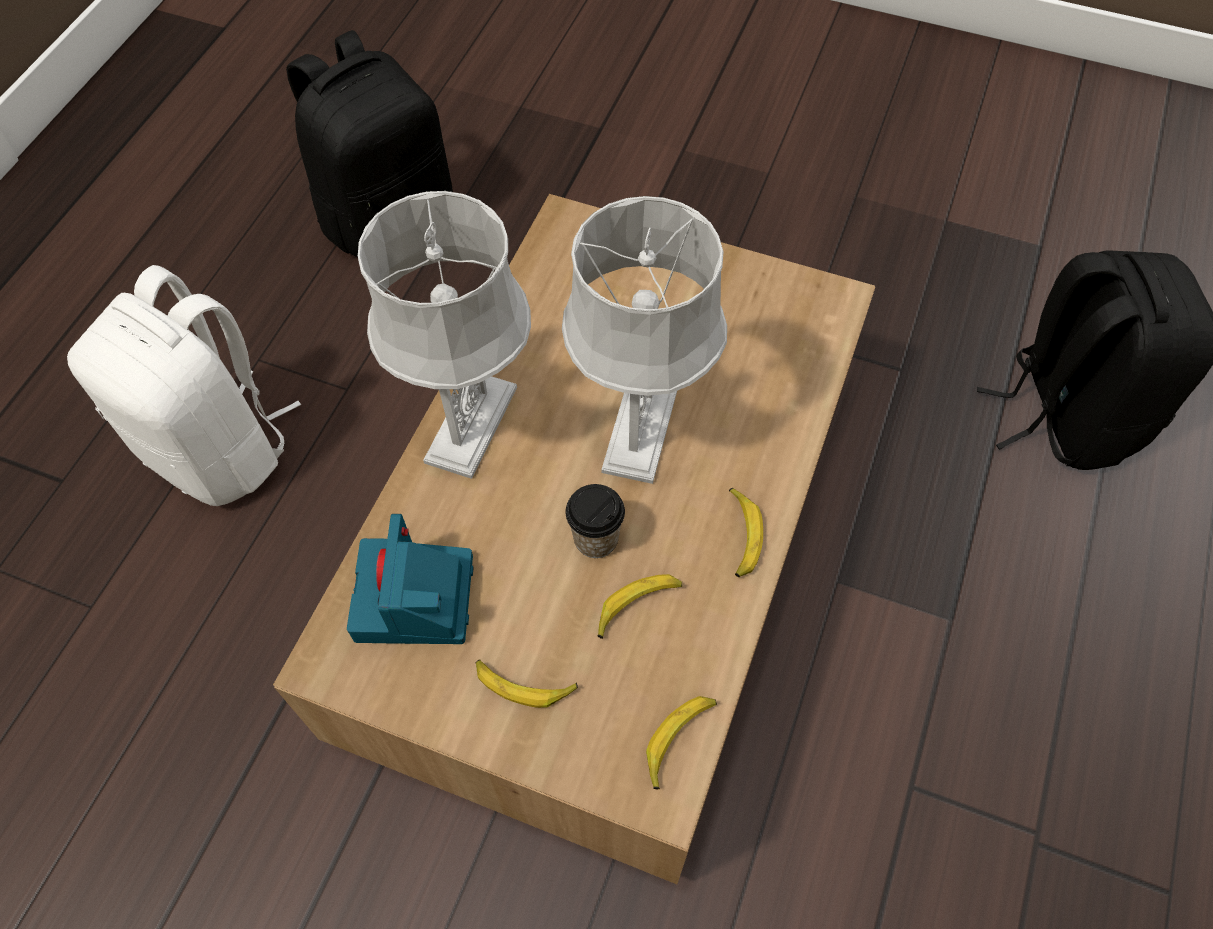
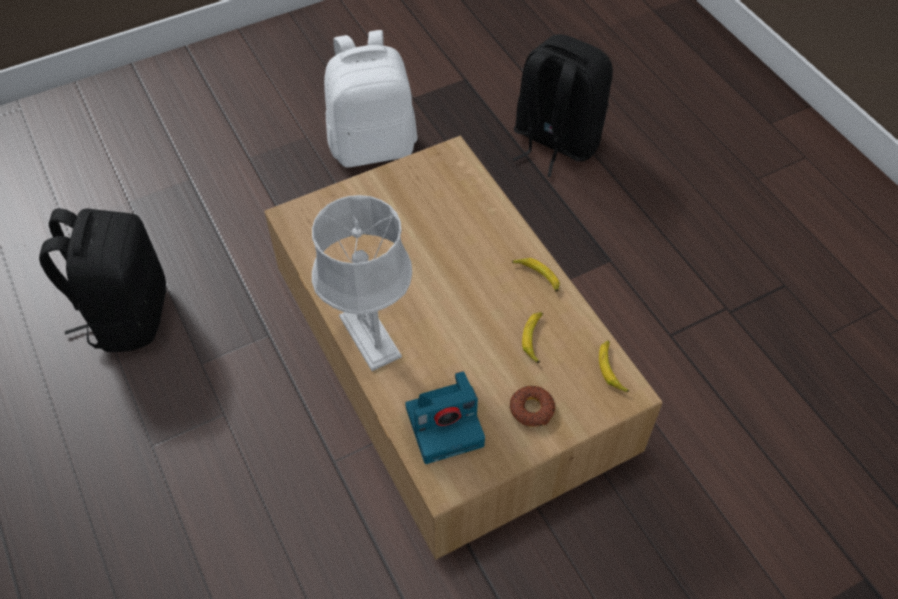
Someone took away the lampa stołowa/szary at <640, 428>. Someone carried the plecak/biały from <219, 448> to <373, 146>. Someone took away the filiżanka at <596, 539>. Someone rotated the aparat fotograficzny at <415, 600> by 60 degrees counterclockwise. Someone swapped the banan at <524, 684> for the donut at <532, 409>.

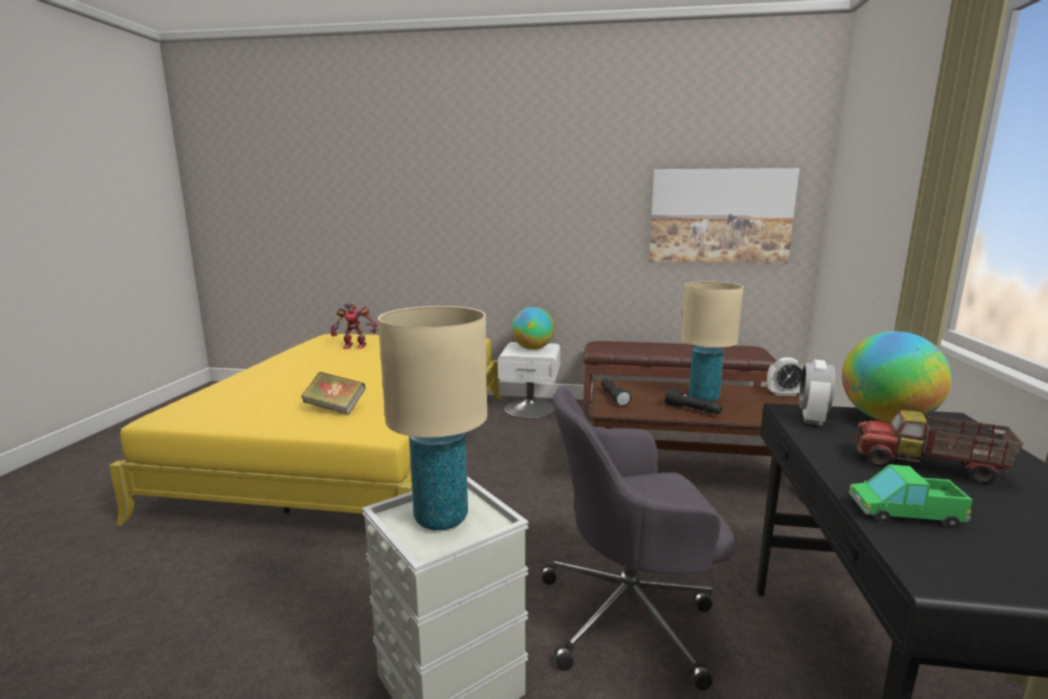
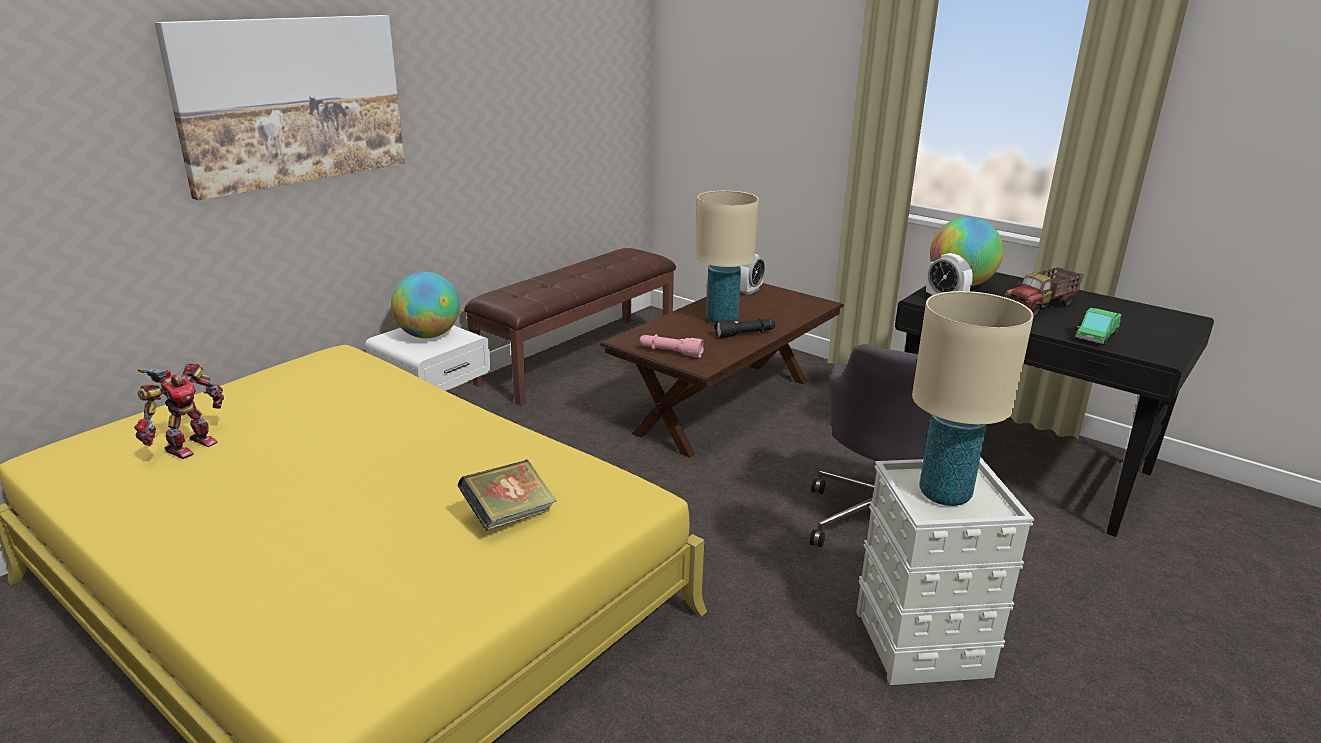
Someone carried the obraz from <720, 216> to <292, 101>. Someone repainted the latarka/czarny at <613, 397>, which became the latarka/różowy at <670, 352>.

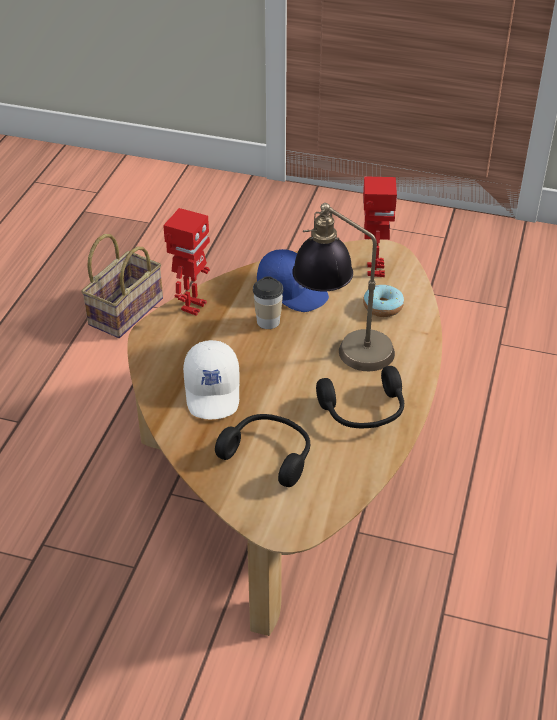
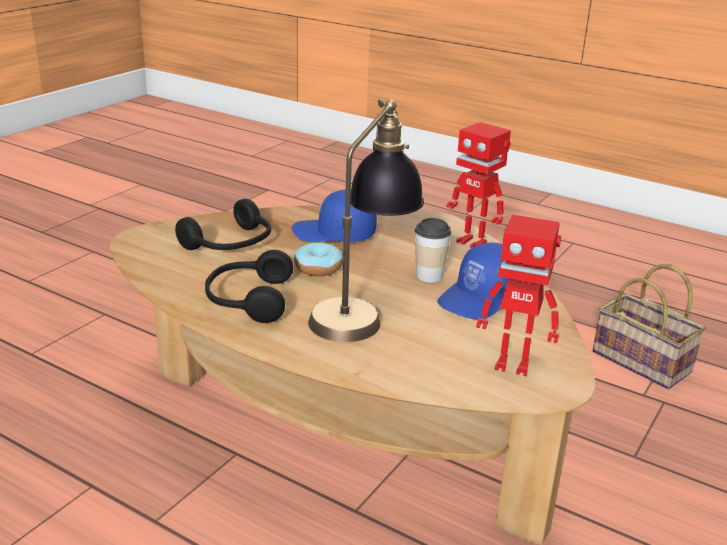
Someone carried the donut from <383, 307> to <318, 268>. Someone repainted the czapka z daszkiem/biały at <213, 391>, which became the czapka z daszkiem/niebieski at <334, 234>.

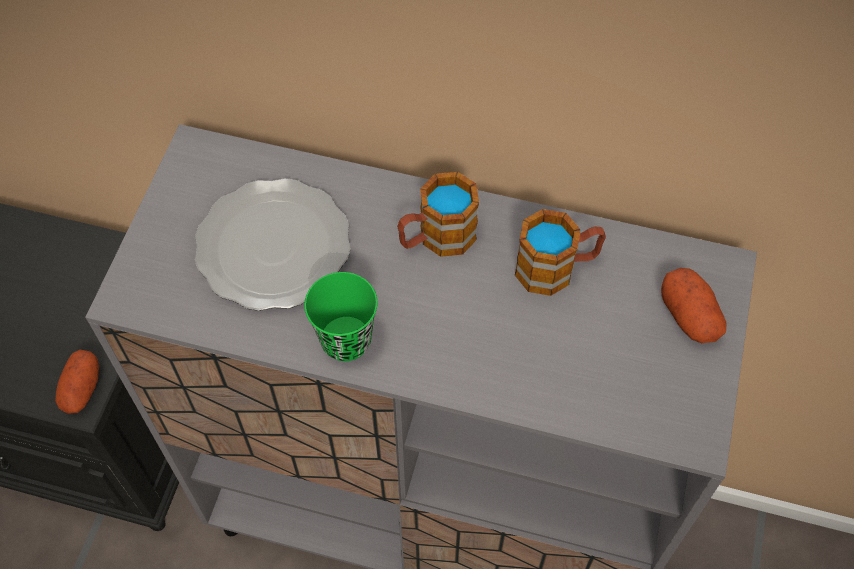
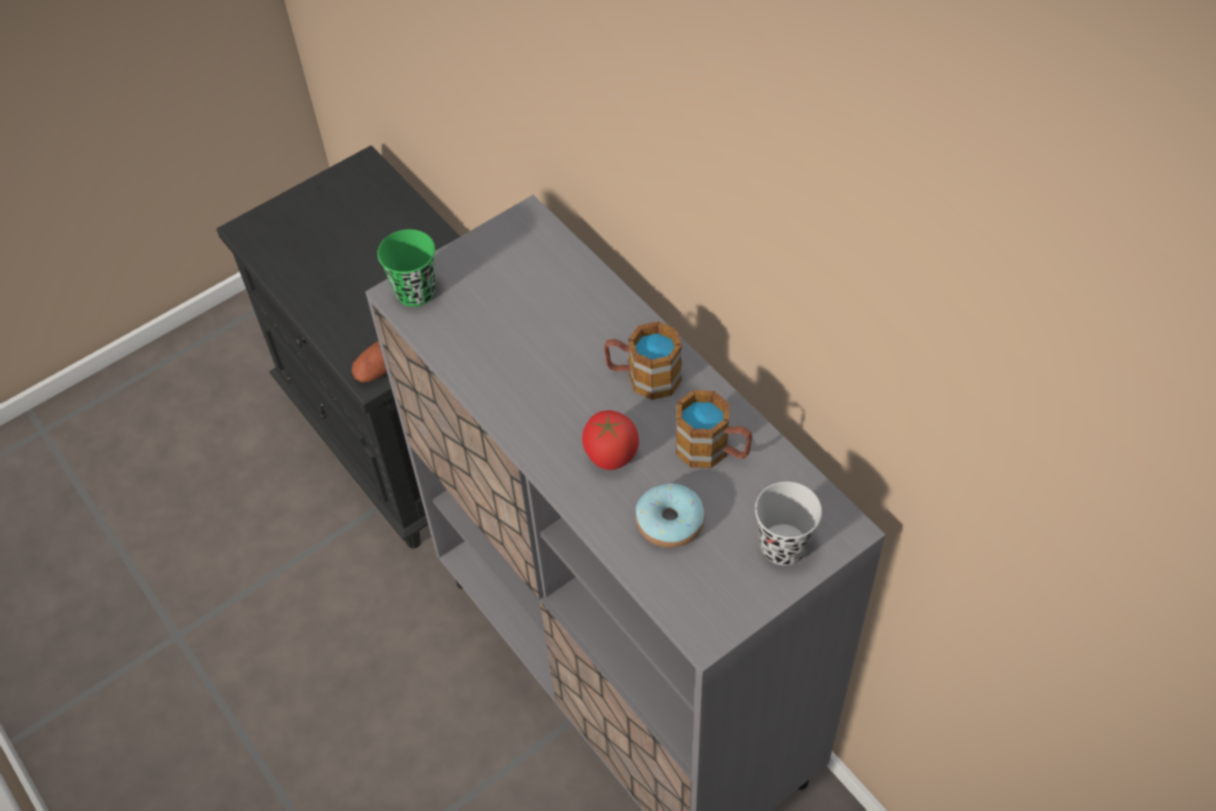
Someone took away the talerz at <273, 245>. Someone swapped the ziemniak at <689, 316> for the filiżanka/czarny at <783, 546>. Someone carried the filiżanka/zielony from <346, 340> to <415, 292>. Someone put down the pomidor at <610, 455>. Someone put down the donut at <669, 522>.

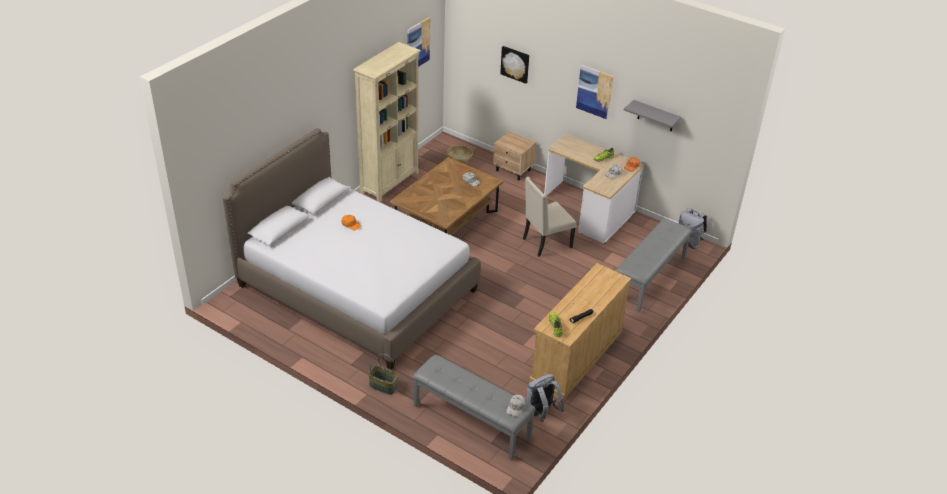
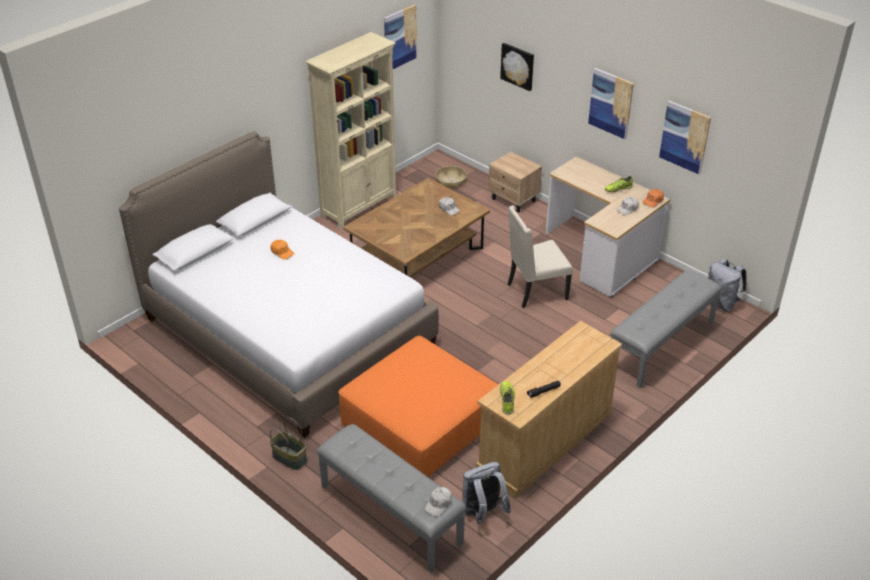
Someone swapped the półka/szary at <655, 116> for the obraz at <685, 137>. Someone put down the pufa/pomarańczowy at <420, 421>.

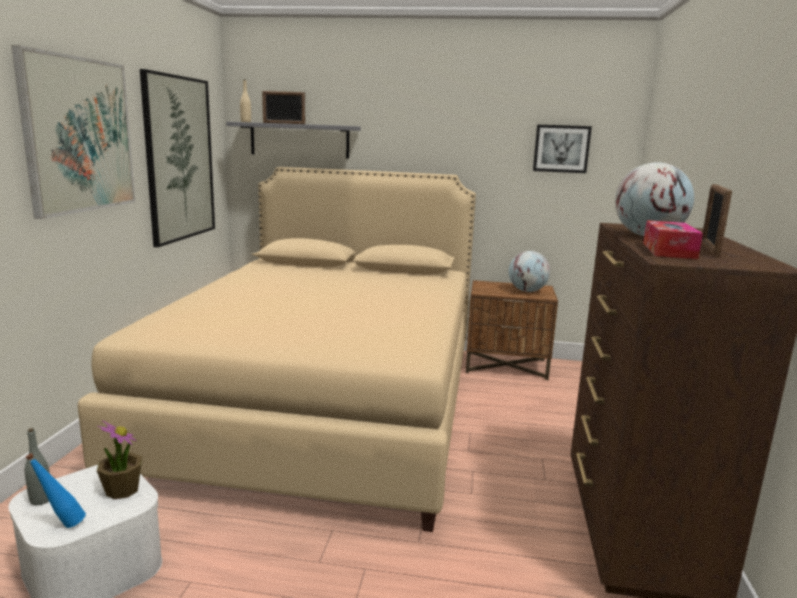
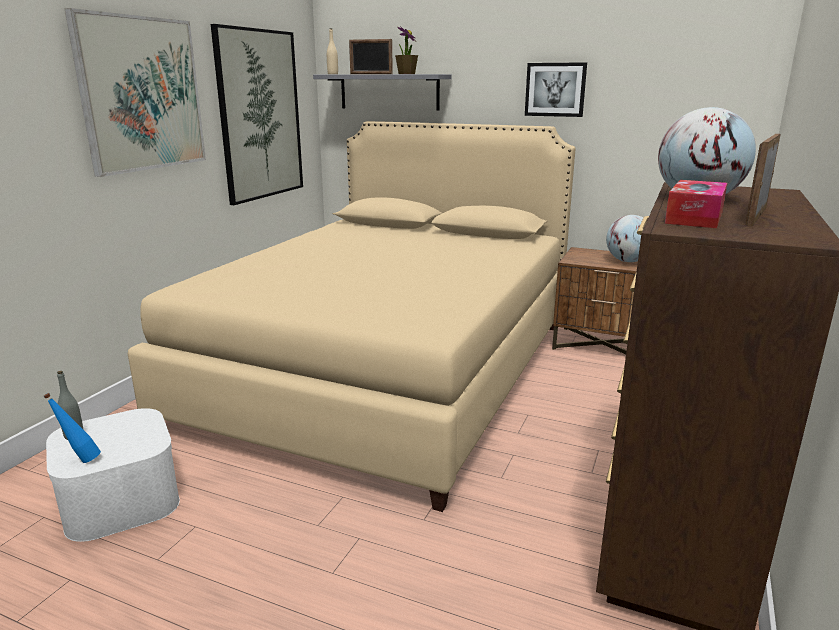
Someone carried the obraz from <561, 148> to <555, 89>. Someone carried the roślina doniczkowa from <122, 490> to <406, 74>.

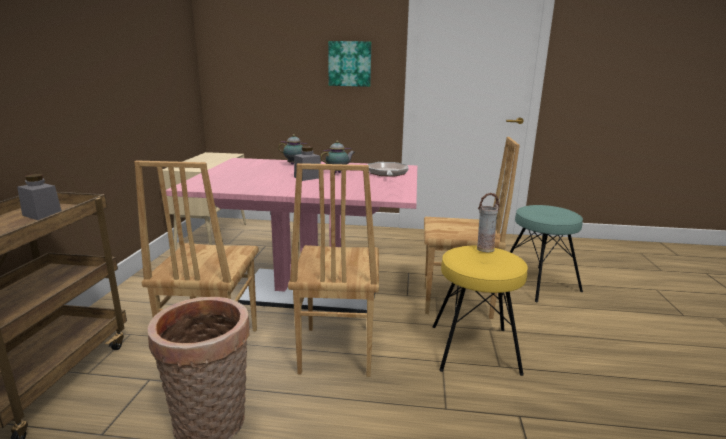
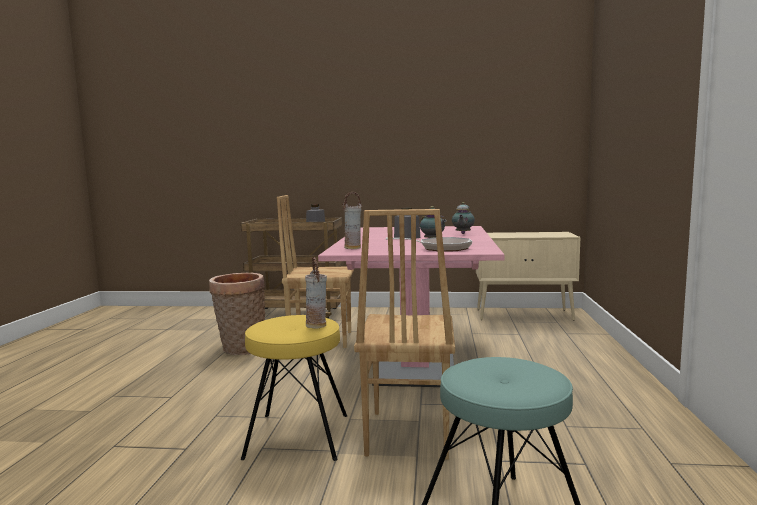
Someone took away the obraz at <350, 64>. Someone took away the krzesło/brązowy at <335, 351>. Someone put down the wazon at <353, 248>.

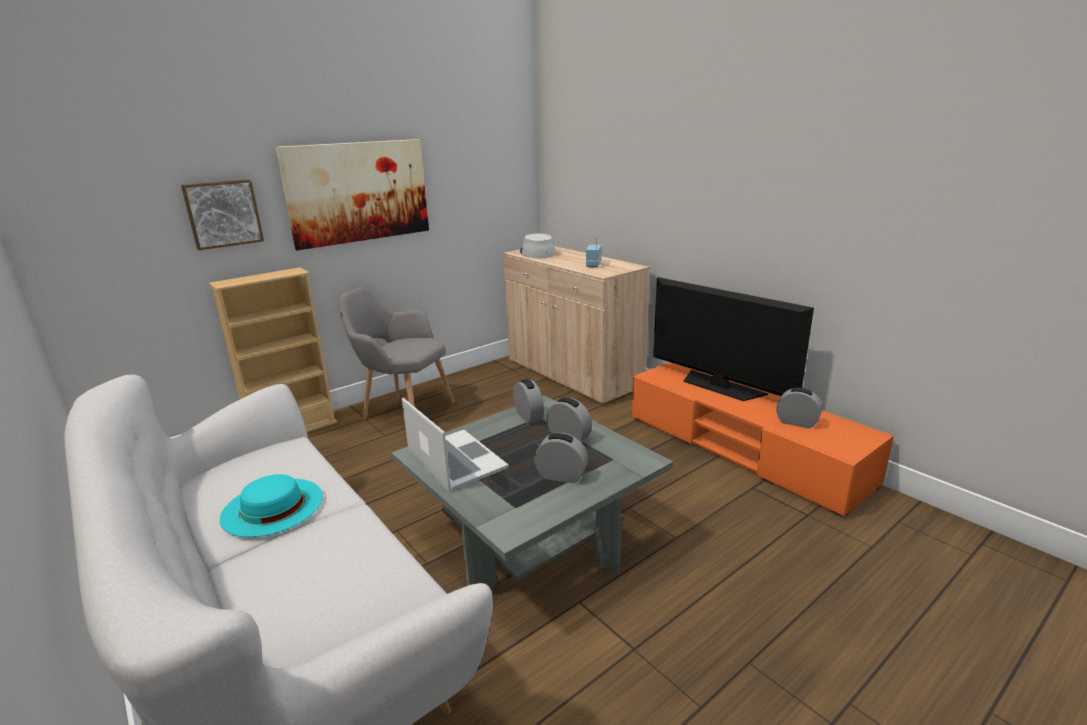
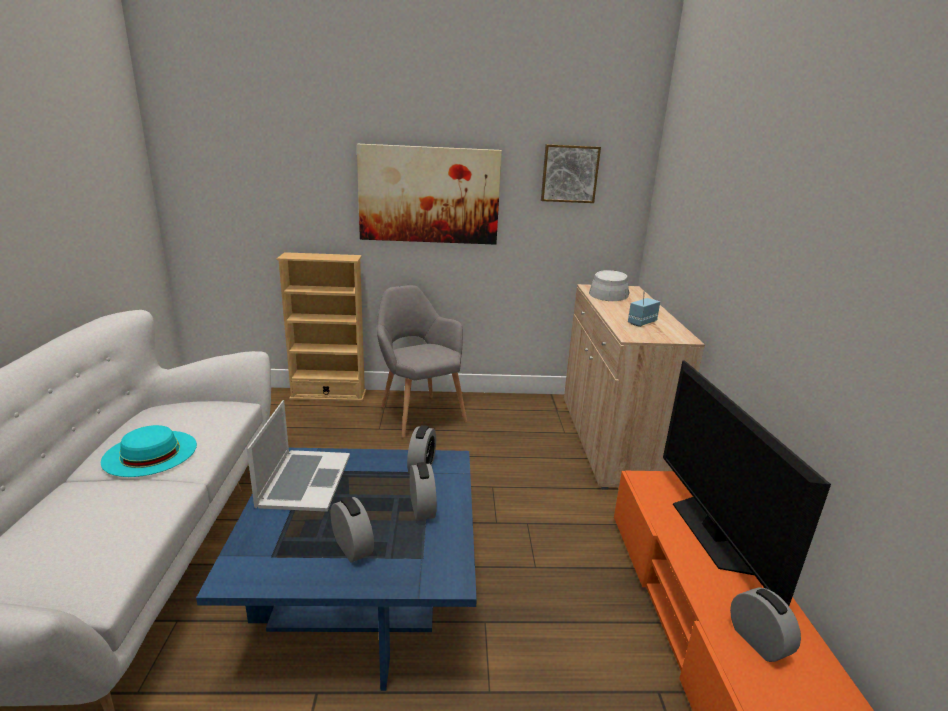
Someone carried the obraz from <223, 214> to <569, 173>. Someone repainted the ława/szary at <532, 538>, which became the ława/niebieski at <363, 595>.

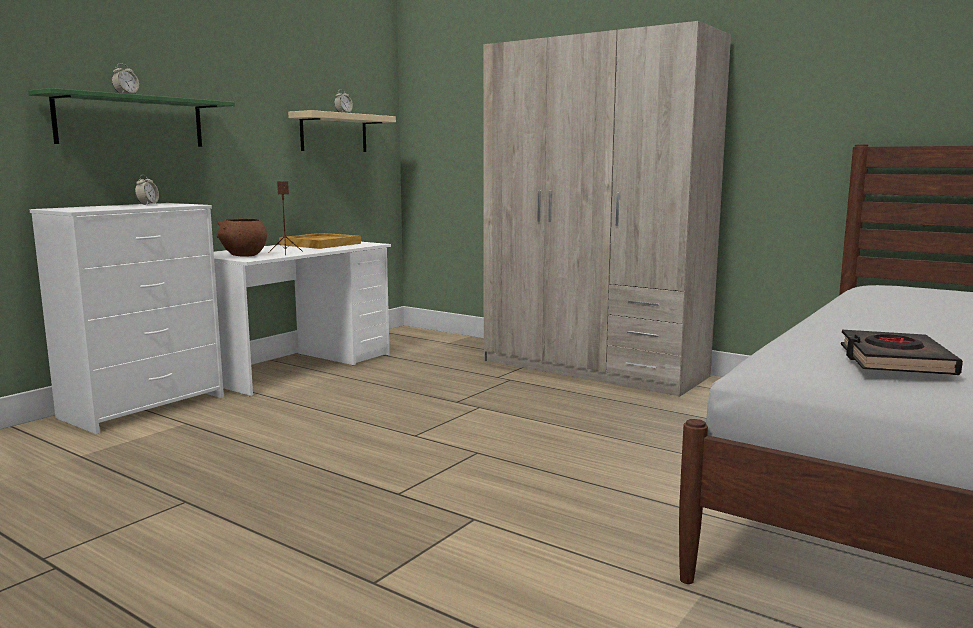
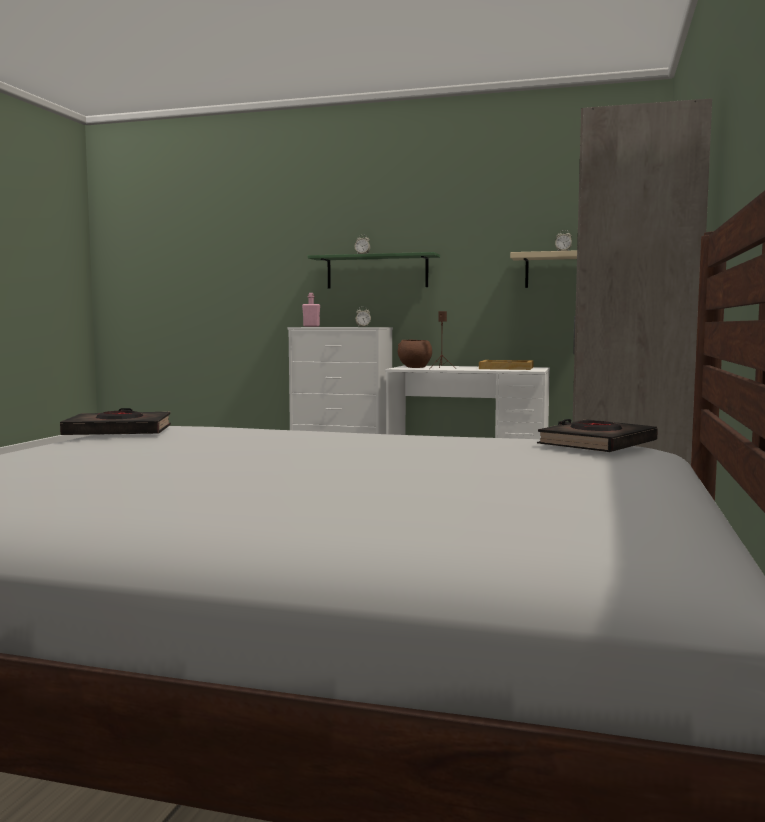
Someone put down the butelka/różowy at <311, 326>. Someone put down the książka/czarny at <596, 444>.

